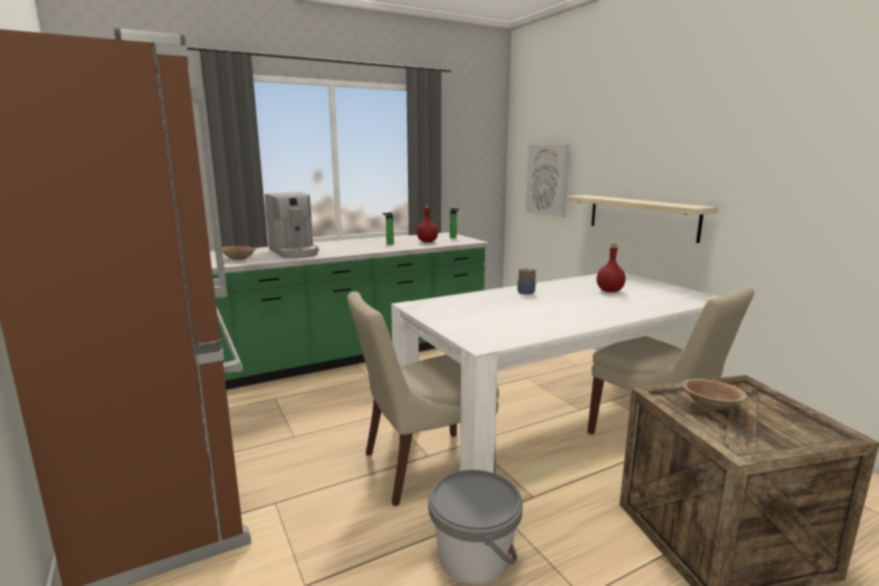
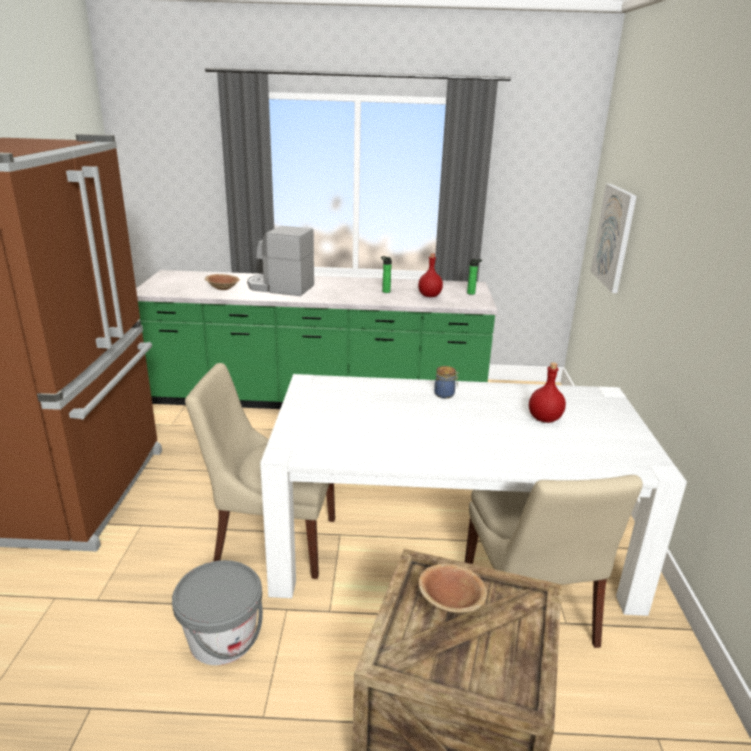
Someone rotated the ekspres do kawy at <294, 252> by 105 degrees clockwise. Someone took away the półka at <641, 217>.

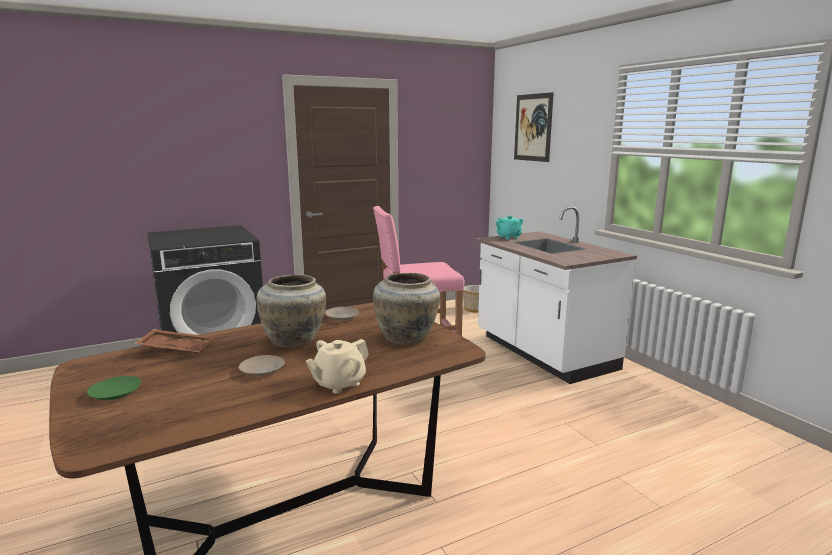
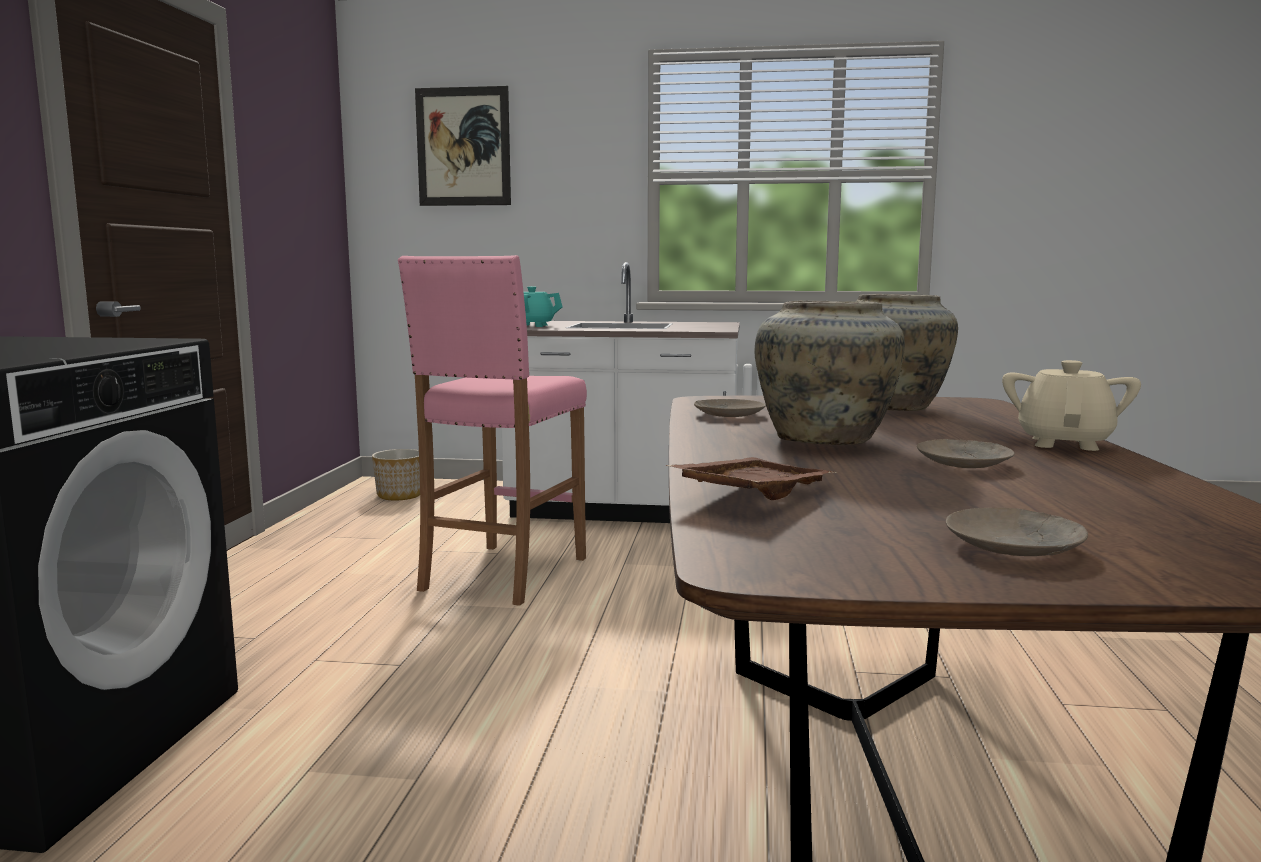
Someone rotated the imbryk/beżowy at <339, 384> by 150 degrees counterclockwise. Someone repainted the talerz/zielony at <115, 393>, which became the talerz/beżowy at <1015, 546>.

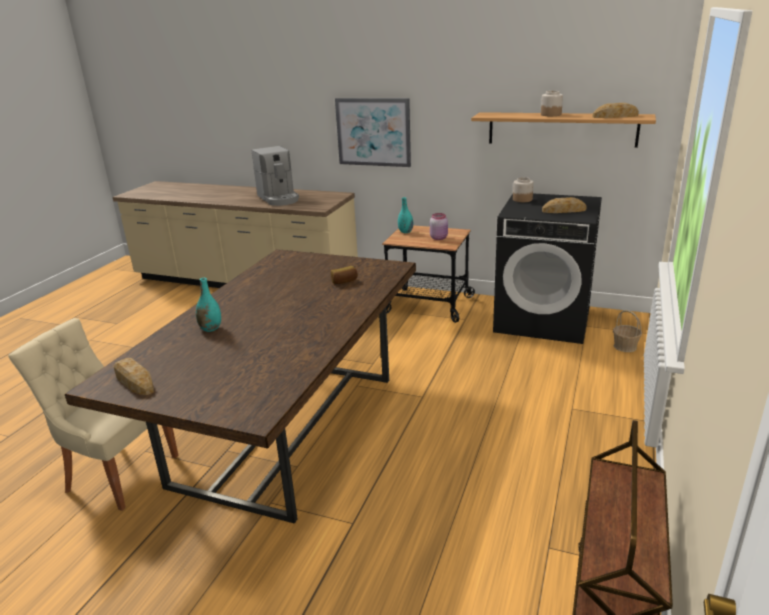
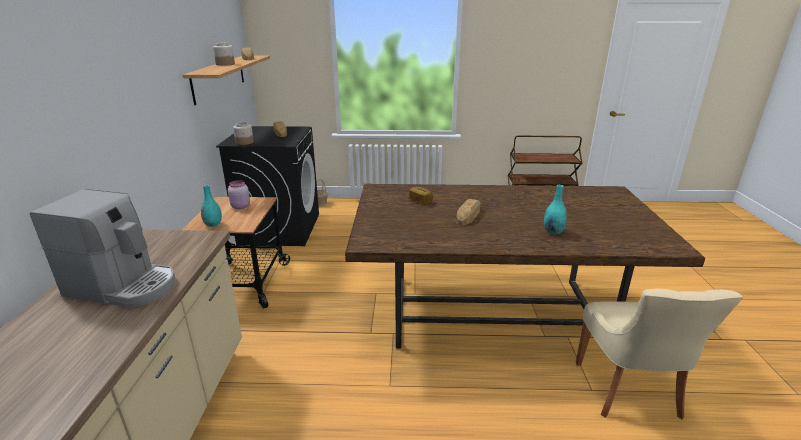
Someone took away the obraz at <373, 132>. Someone rotated the ekspres do kawy at <279, 198> by 60 degrees clockwise. Someone carried the chleb from <134, 381> to <468, 215>.

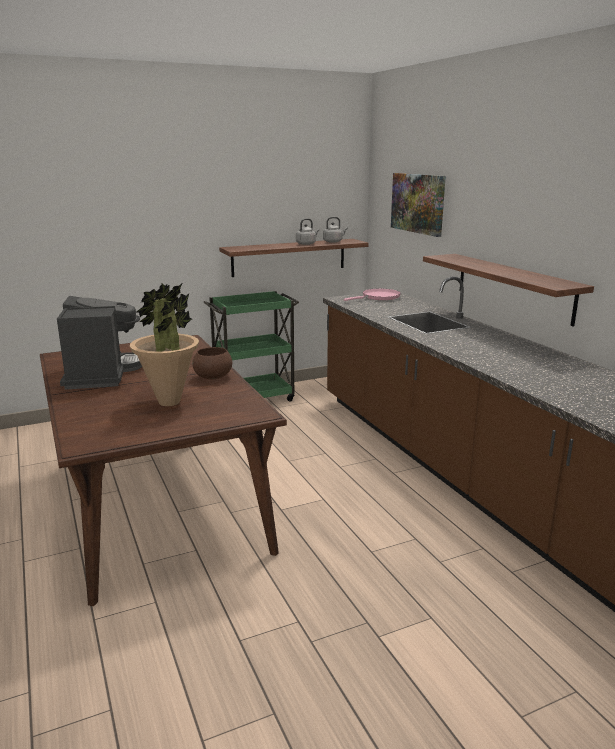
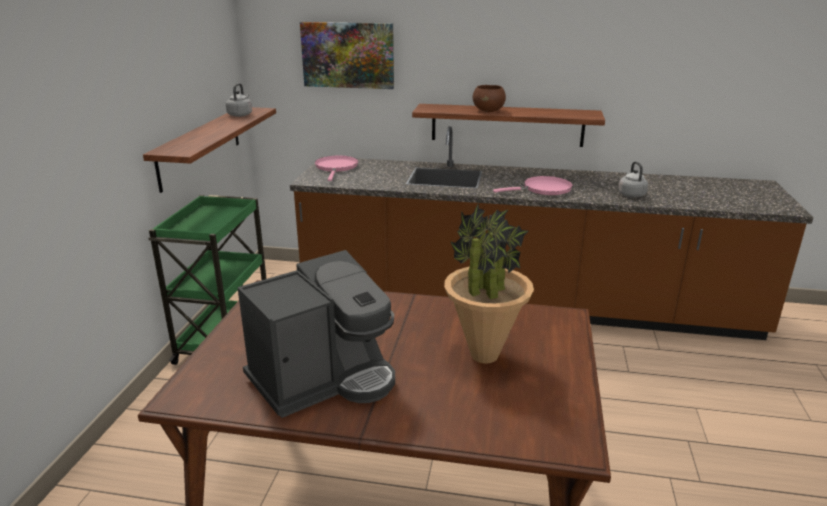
Someone carried the czajnik/szary from <306, 244> to <631, 194>. Someone rotated the ekspres do kawy at <101, 374> by 120 degrees clockwise. Someone carried the miska/brązowy from <213, 377> to <488, 111>. Someone put down the patelnia/różowy at <543, 189>.

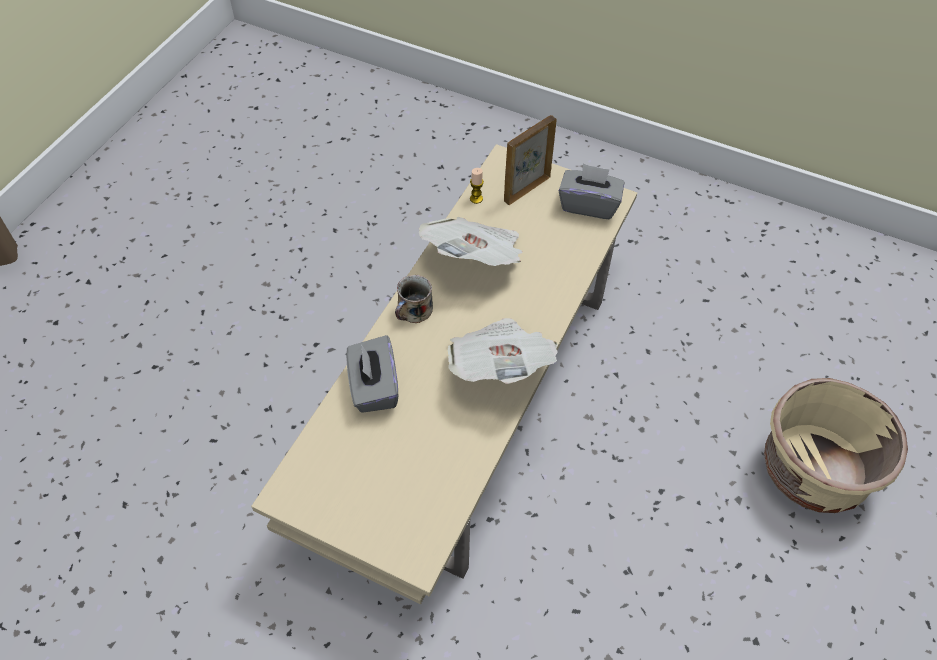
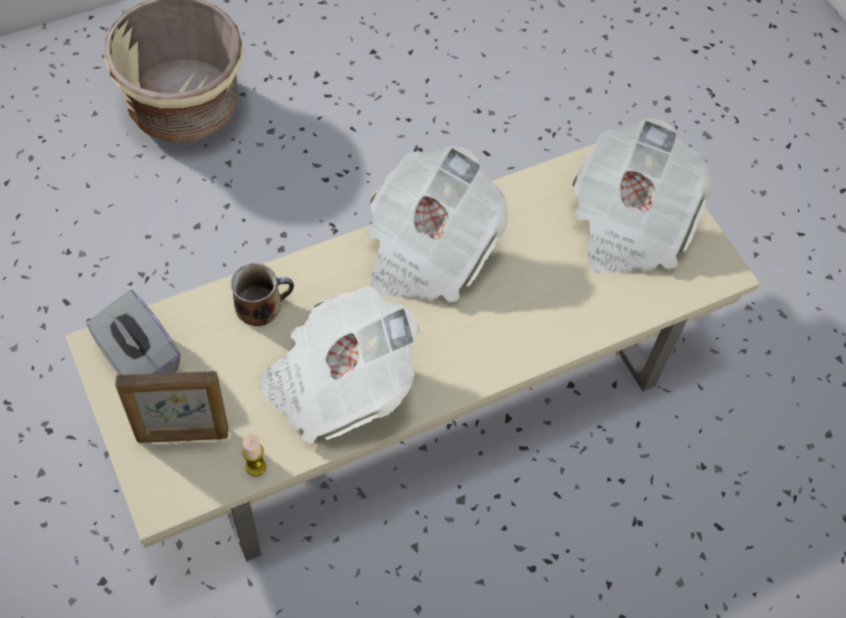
Someone carried the kubek from <414, 311> to <261, 304>. Someone took away the pudełko chusteczek/szary at <373, 387>. Someone put down the gazeta at <629, 223>.

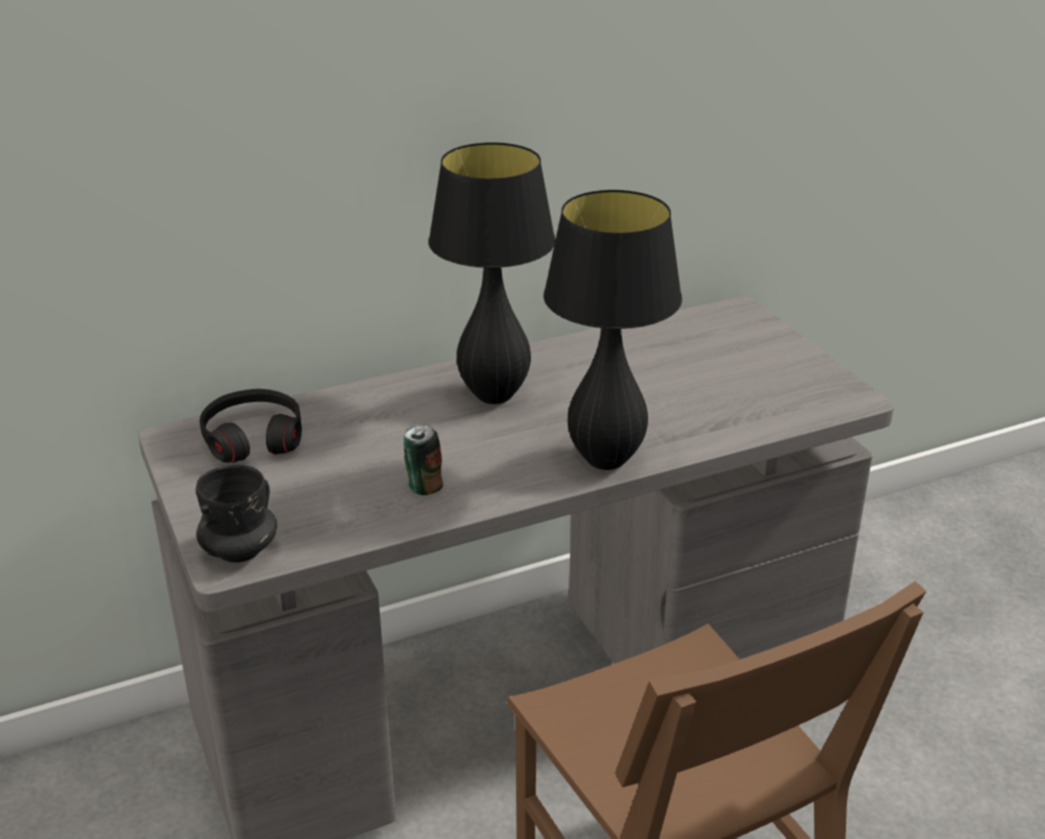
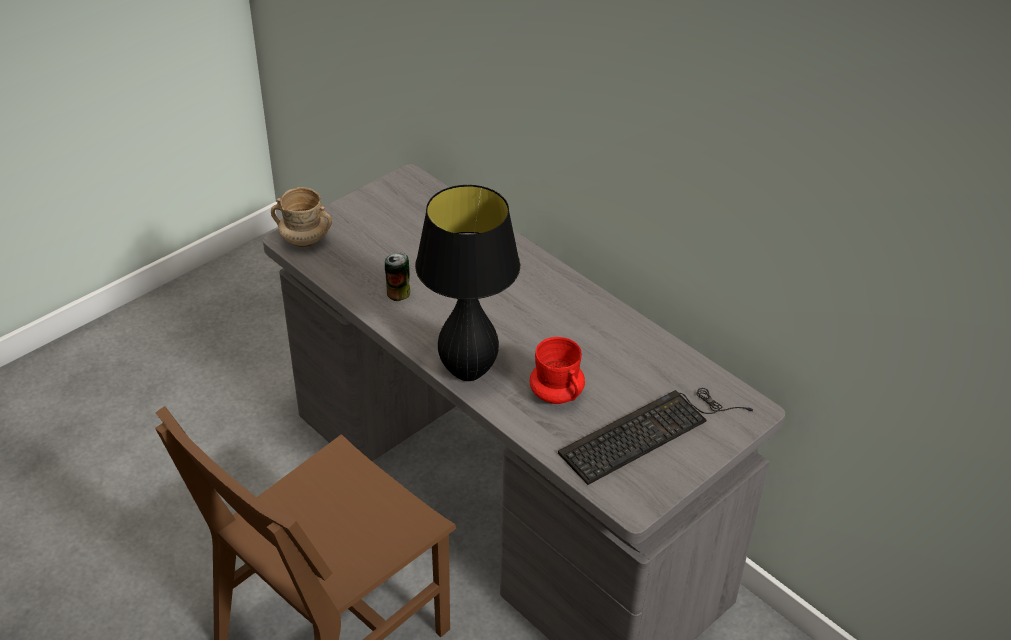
Someone took away the lampa stołowa/czarny at <494, 395>. Someone took away the słuchawki/czarny at <253, 438>. Someone repainted the kubek/czarny at <240, 551>, which became the kubek/beżowy at <303, 240>. Someone put down the kubek/czerwony at <556, 394>. Someone put down the klawiatura at <650, 431>.

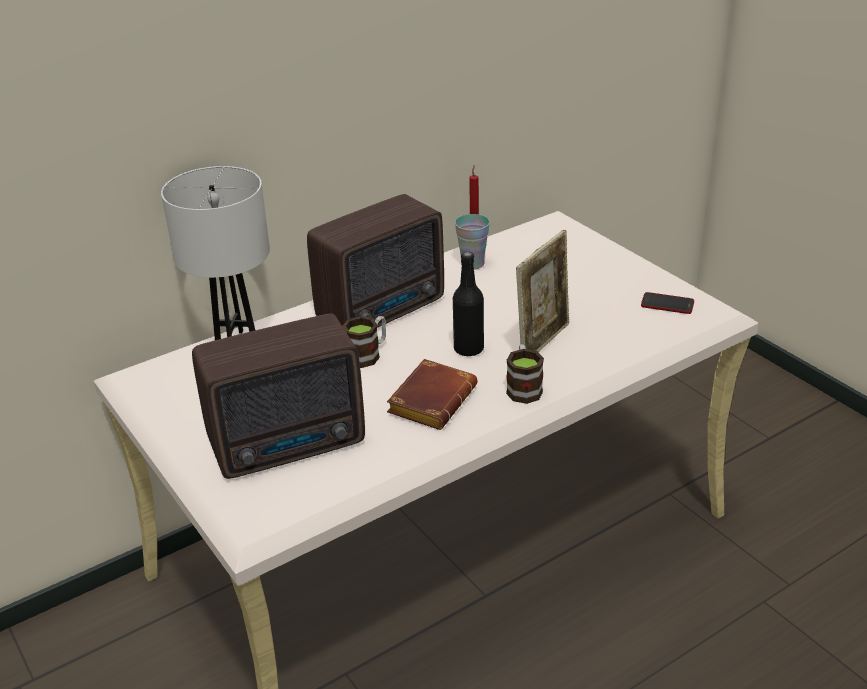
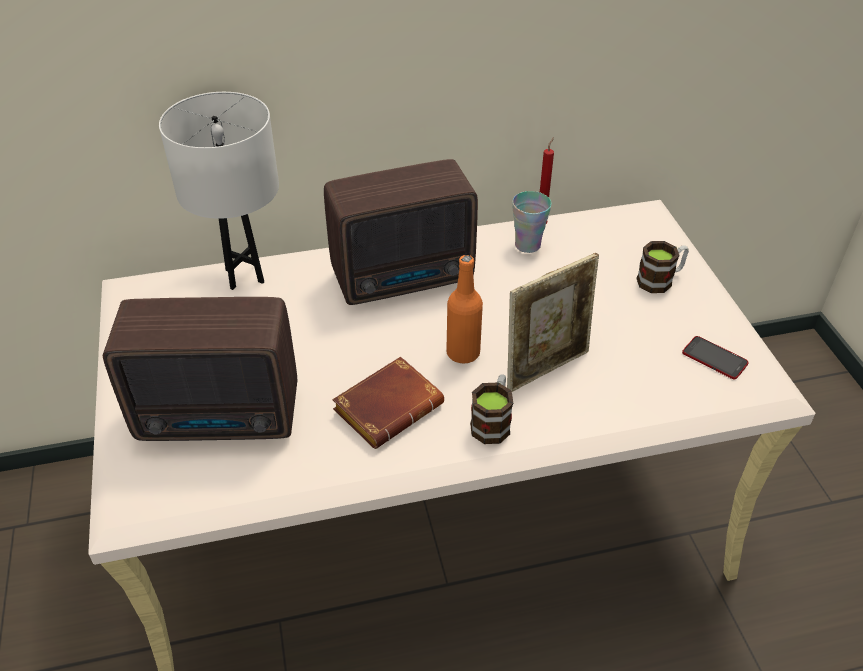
Someone repainted the butelka/czarny at <468, 349>, which became the butelka/pomarańczowy at <463, 353>. Someone carried the kubek from <368, 354> to <660, 280>.

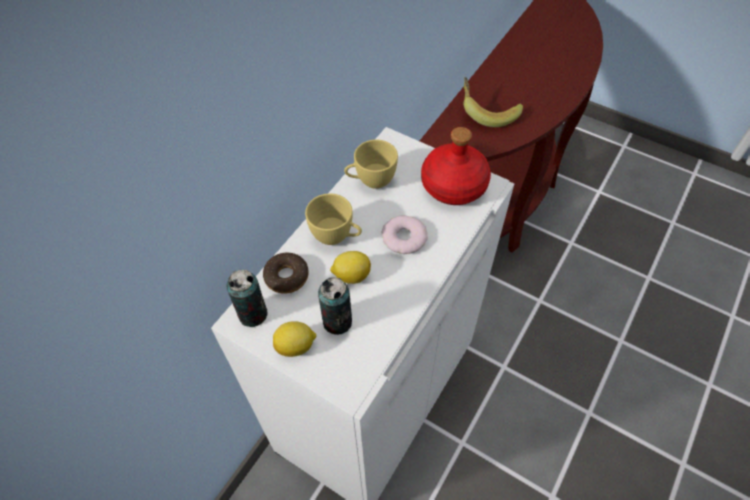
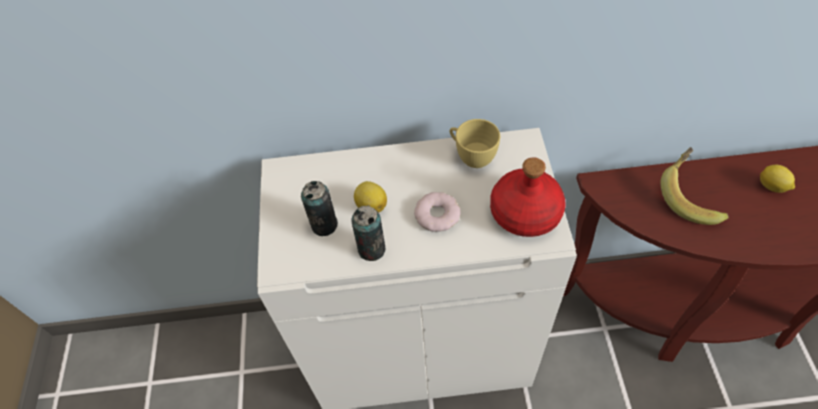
Someone took away the filiżanka/żółty at <336, 236>. Someone took away the donut at <286, 277>. Someone carried the puszka from <253, 314> to <371, 249>. Someone carried the cytryna from <296, 346> to <772, 187>.

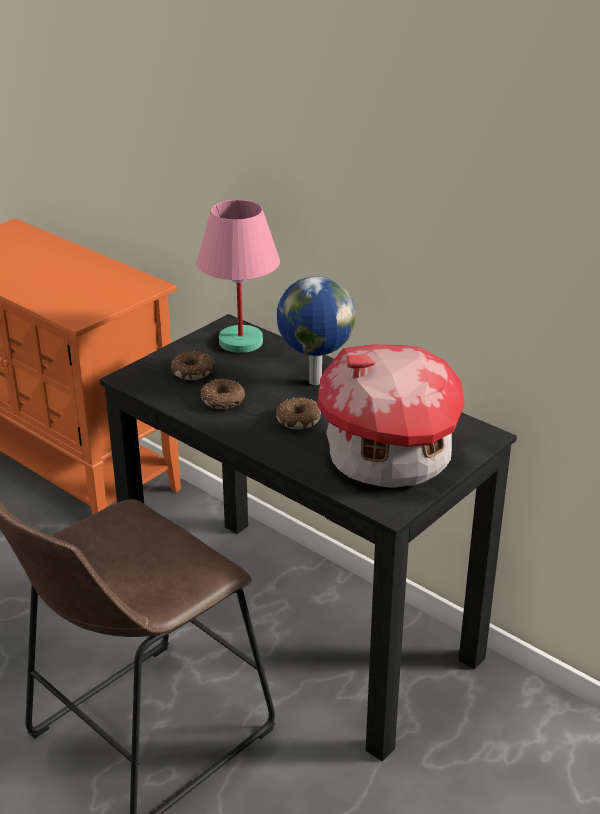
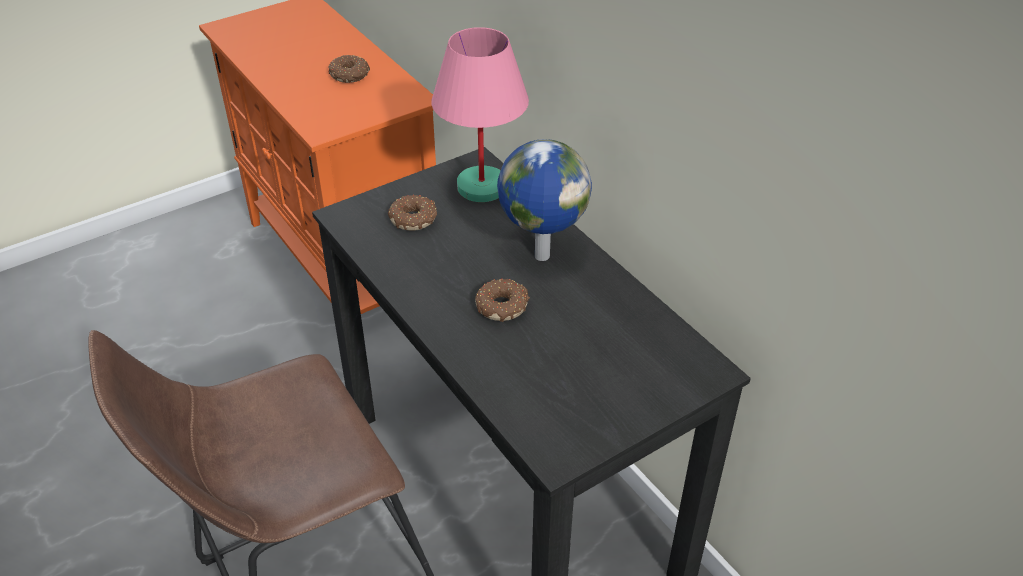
Someone took away the domek at <388, 460>. Someone carried the donut from <223, 401> to <349, 75>.

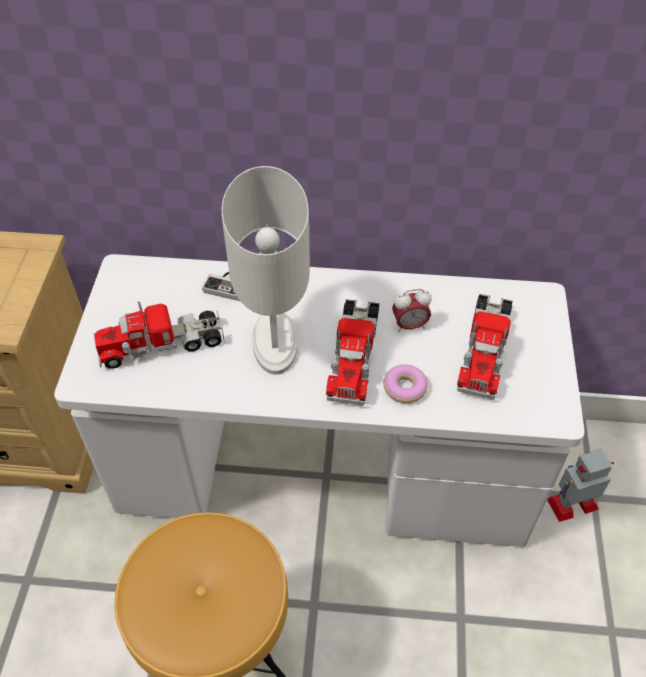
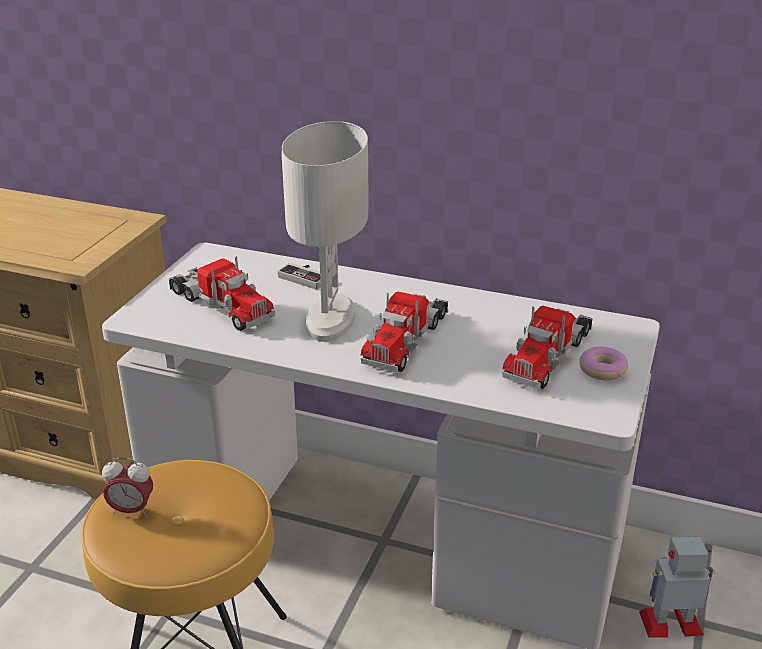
Someone carried the budzik from <409, 325> to <131, 510>. Someone rotated the ciężarówka zabawkowa at <162, 344> by 135 degrees counterclockwise. Someone carried the donut from <404, 387> to <602, 370>.

